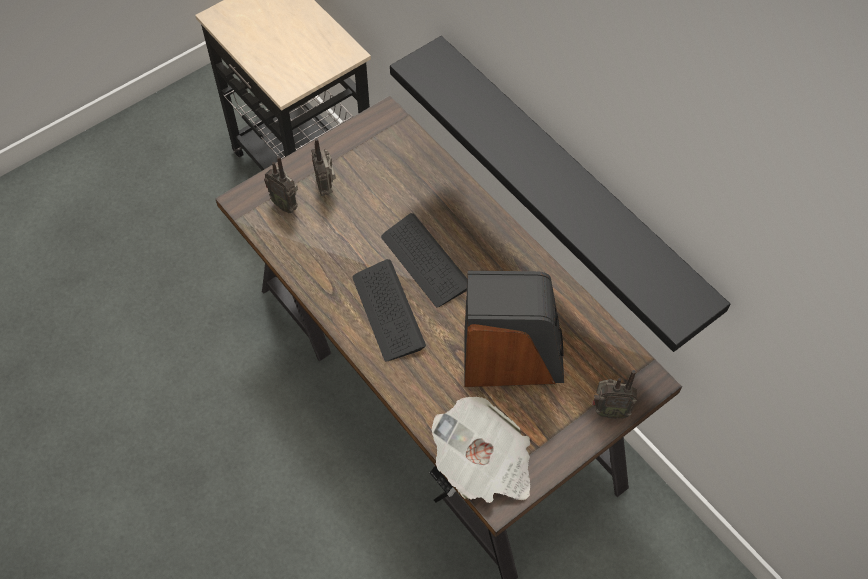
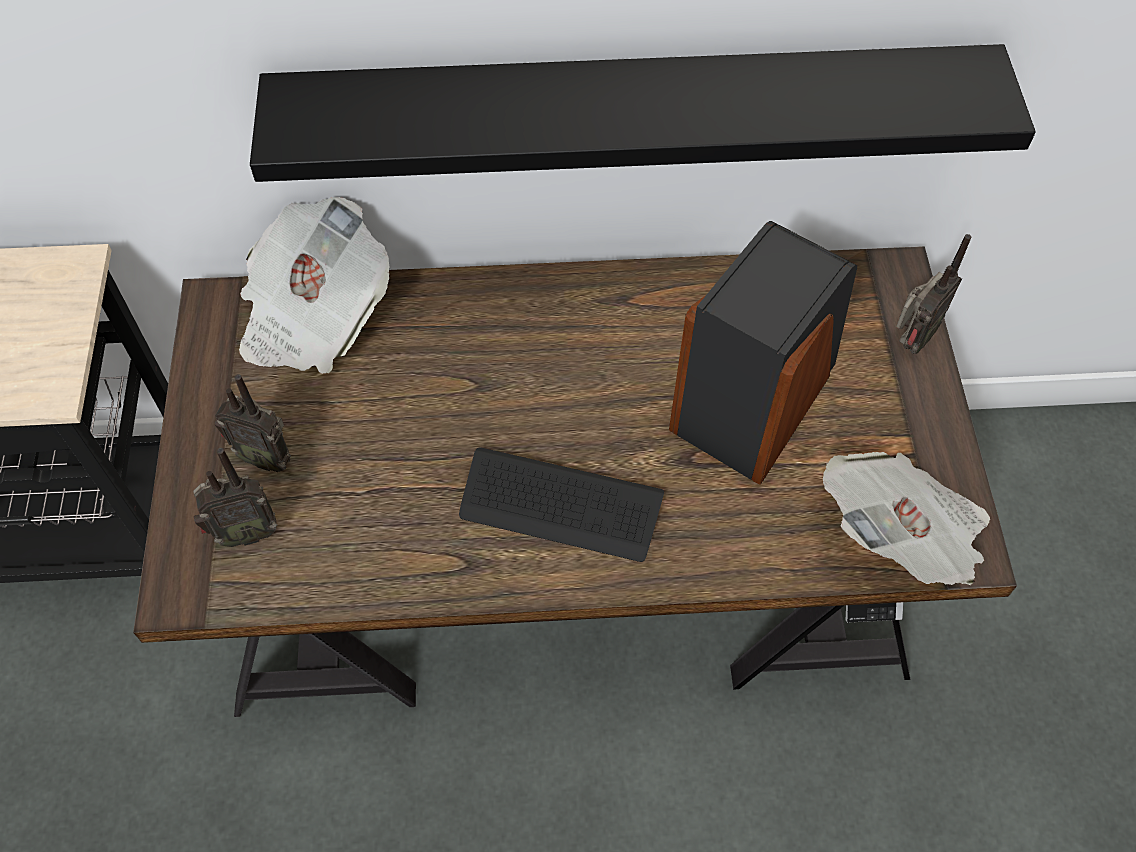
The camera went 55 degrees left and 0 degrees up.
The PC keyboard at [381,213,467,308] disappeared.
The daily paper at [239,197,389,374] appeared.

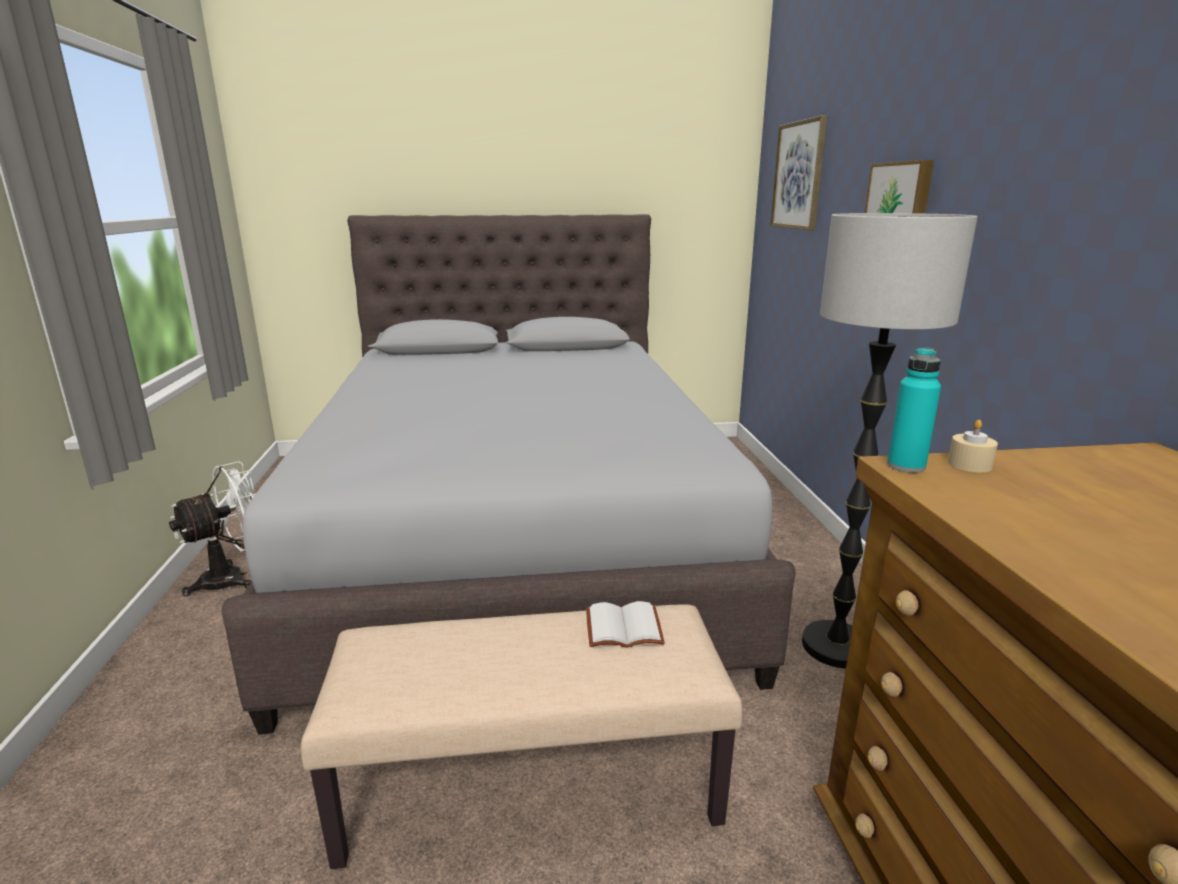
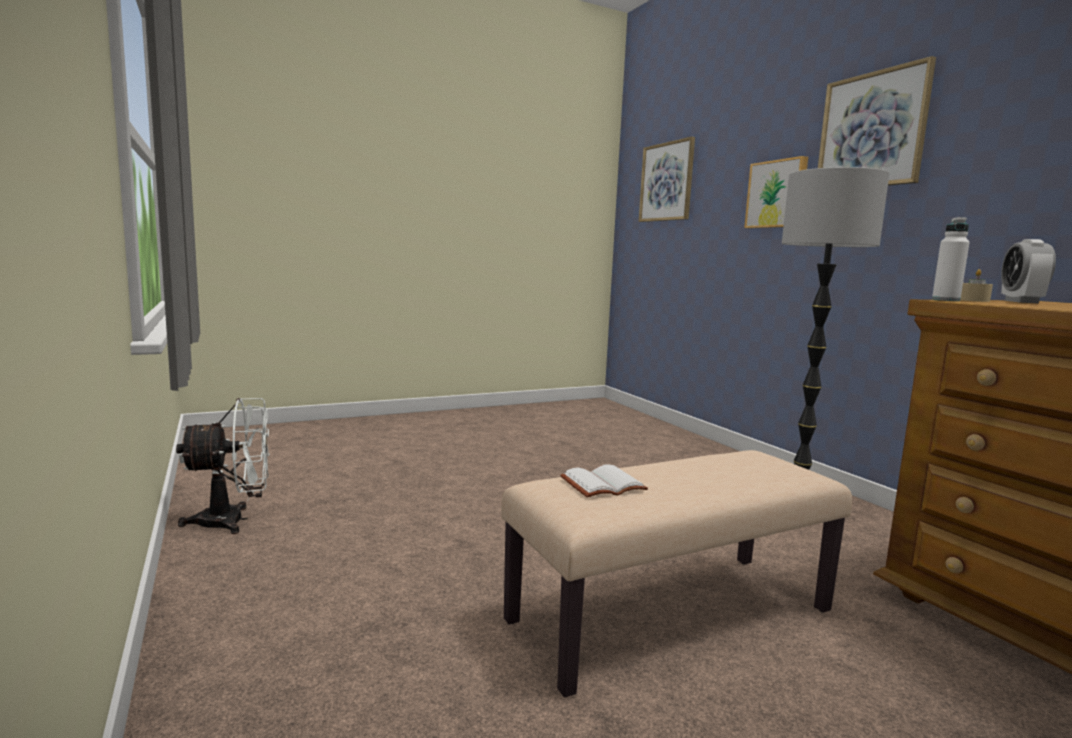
The camera went 20 degrees left and 10 degrees down.
The white-coloured fan at [169,461,255,597] turned 45 degrees clockwise.
The gray sleeping bed at [222,214,796,735] disappeared.
The white-coloured book moved from [586,601,665,648] to [560,464,648,498].
The blue-green beverage bottle at [887,347,941,473] became the white-coloured beverage bottle at [932,217,970,301].
The wall picture at [818,56,936,186] appeared.
The alarm clock at [1001,239,1056,303] appeared.

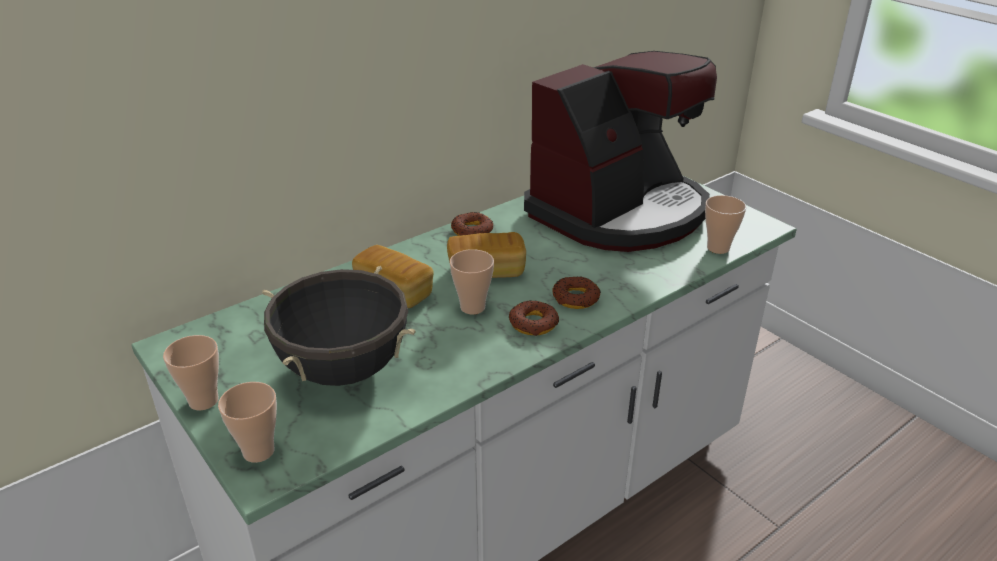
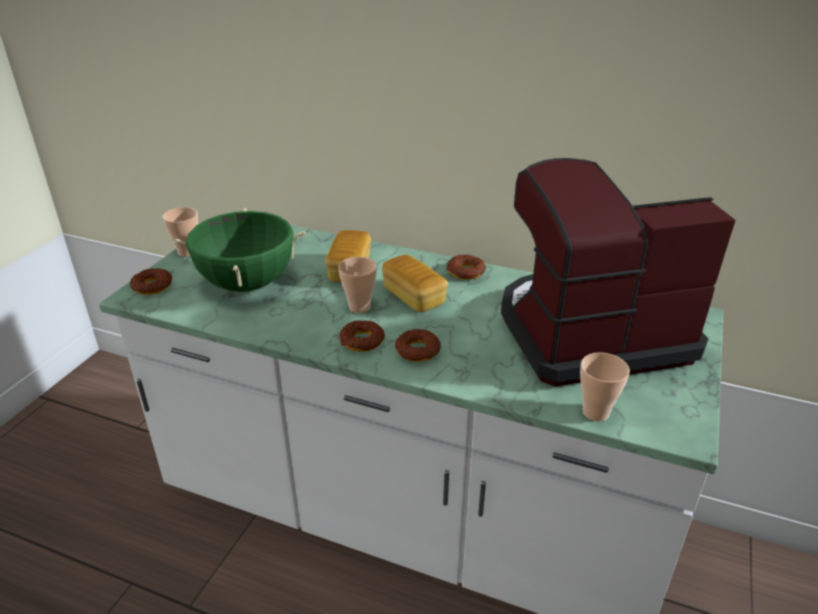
The camera went 60 degrees right and 0 degrees up.
The cup at [218,382,277,463] was replaced by the doughnut at [130,268,172,295].
The black-coloured stockpot at [262,266,416,386] became the green stockpot at [173,208,306,292].
The coffee machine at [524,51,717,252] turned 150 degrees clockwise.

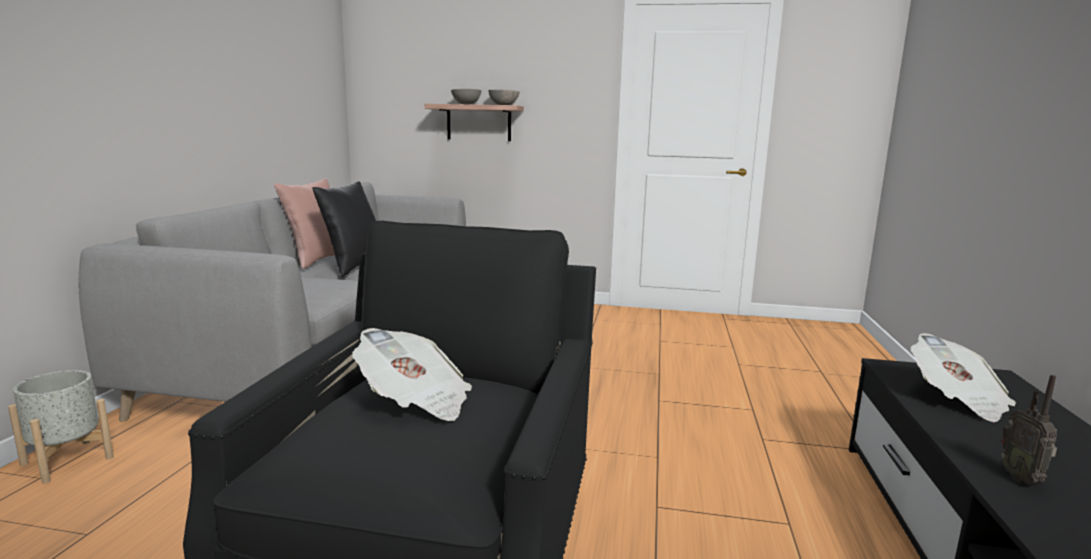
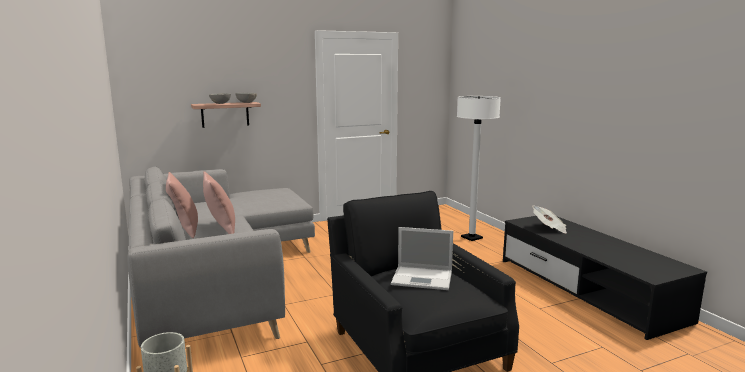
The camera went 35 degrees left and 0 degrees up.
The black-coloured pillow at [312,181,376,276] became the pinkish pillow at [203,171,235,234].
The daily paper at [352,328,472,421] was replaced by the portable computer at [391,227,453,290].
The radio at [1001,375,1057,485] disappeared.
The white-coloured standard lamp at [457,96,501,241] appeared.

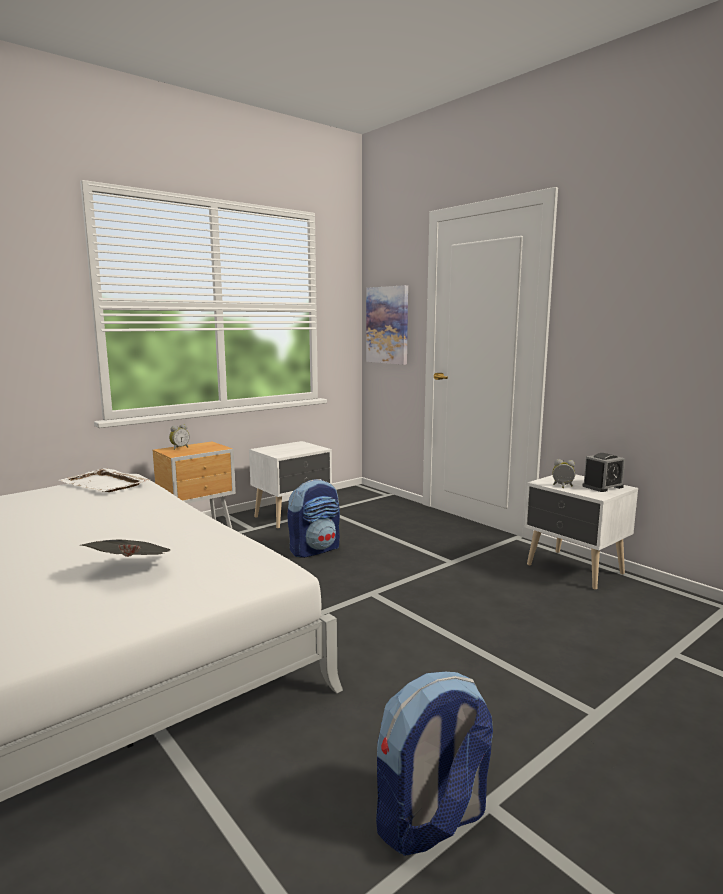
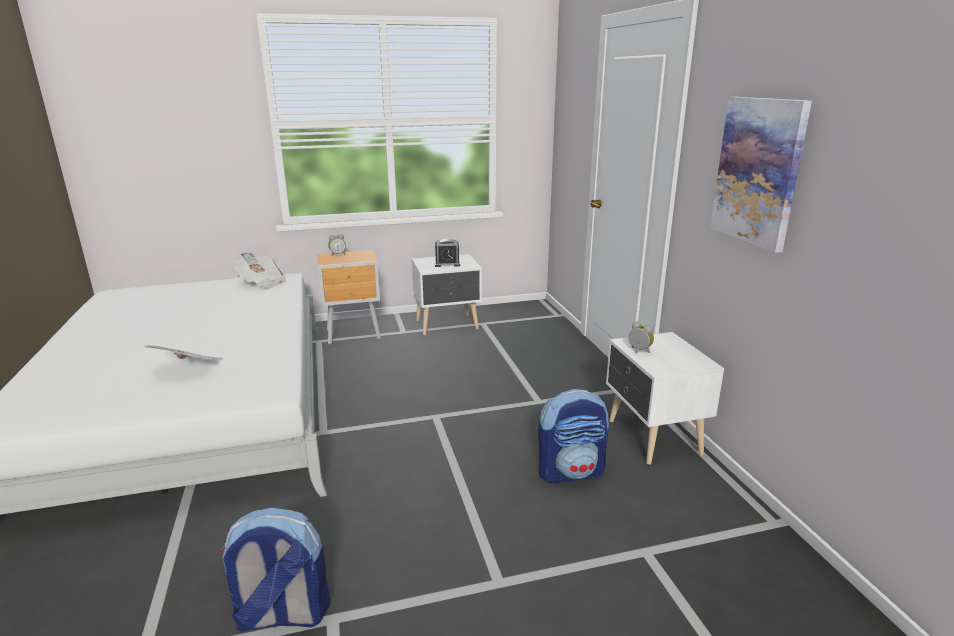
The camera went 25 degrees right and 10 degrees up.
The white-coloured serving tray at [58,468,150,492] was replaced by the daily paper at [233,252,285,289].
The backpack moved from [287,479,340,558] to [538,389,609,483].
The wall picture moved from [366,285,408,365] to [710,97,812,253].
The alarm clock moved from [583,453,625,492] to [435,239,460,267].

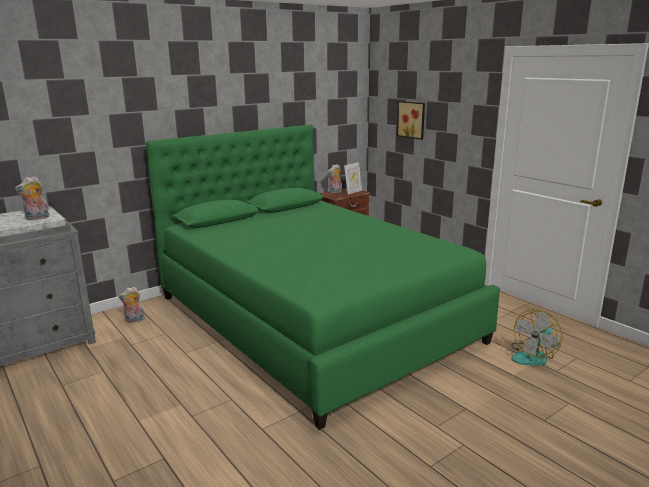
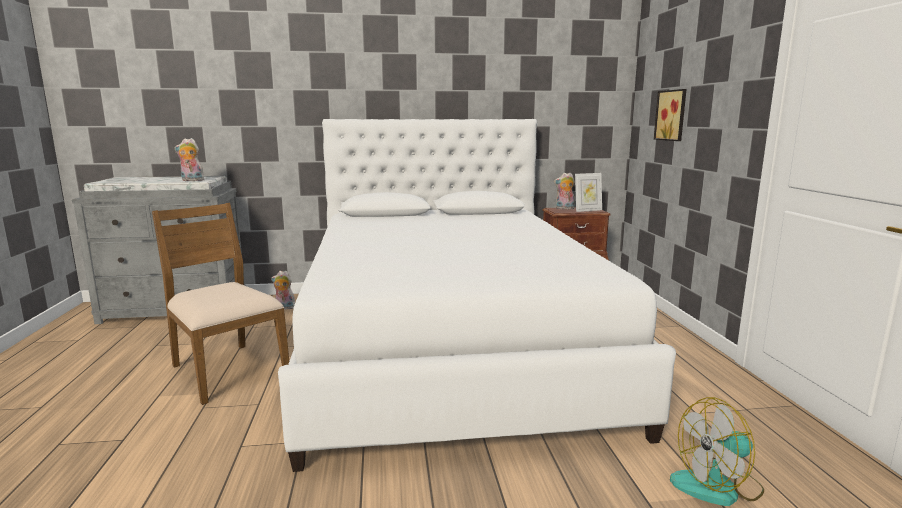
The camera went 30 degrees right and 5 degrees down.
The green sleeping bed at [145,125,500,430] became the white-coloured sleeping bed at [278,119,676,472].
The brown plain chair at [152,203,289,405] appeared.

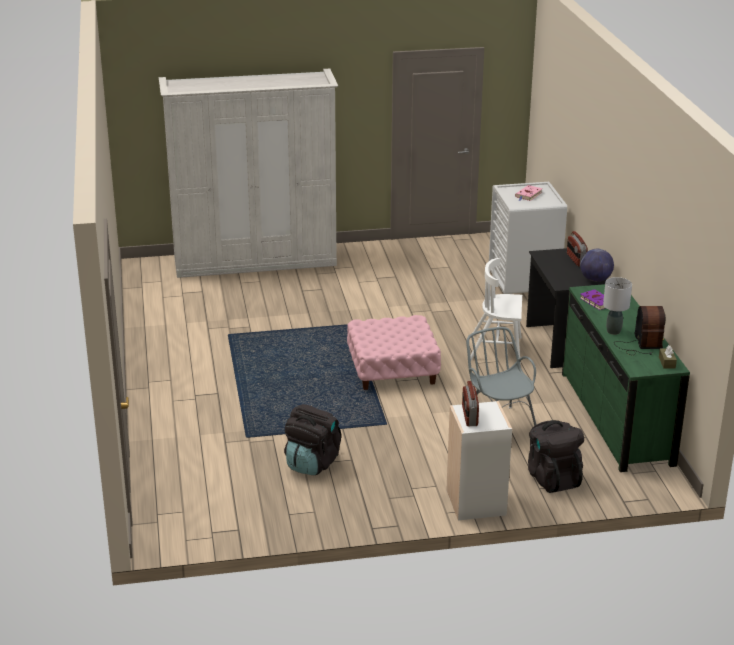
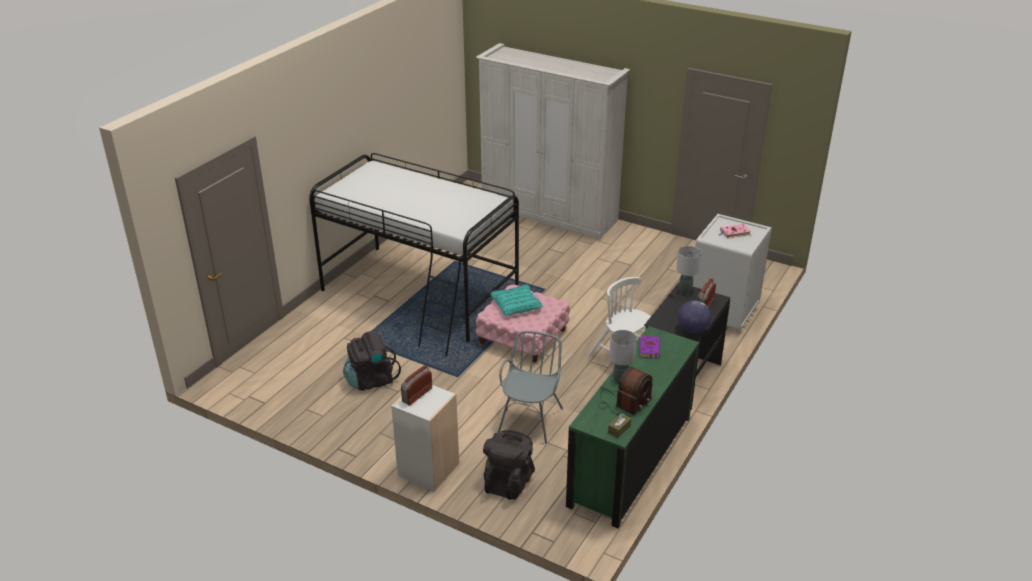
The camera went 40 degrees right and 5 degrees up.
The black-coloured sleeping bed at [309,153,519,357] appeared.
The blue-green pillow at [490,284,543,316] appeared.
The gray lamp for a table at [676,246,701,294] appeared.

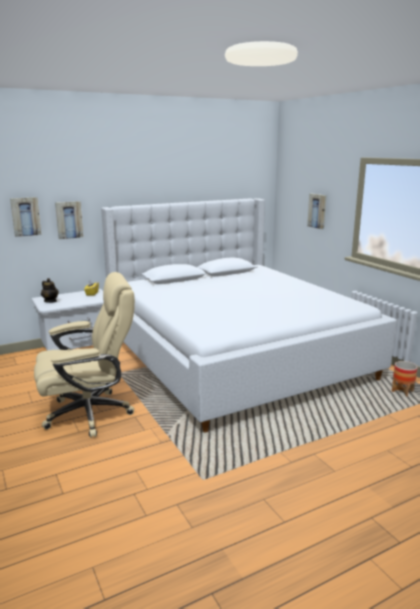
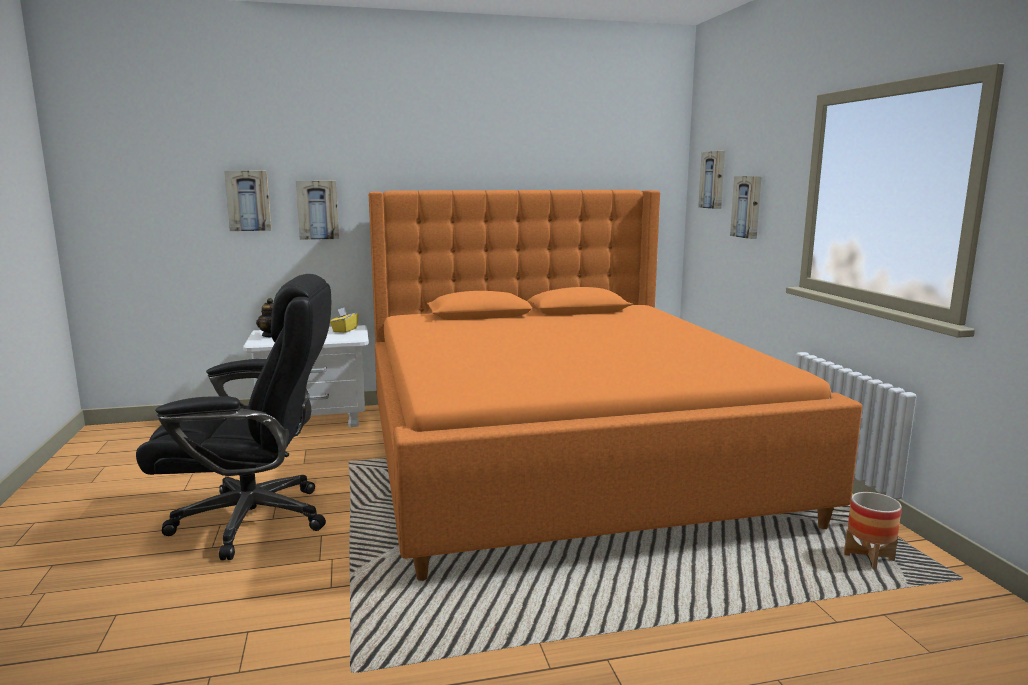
The camera went 15 degrees right and 5 degrees down.
The beige desk chair at [34,272,135,438] became the black-coloured desk chair at [136,274,331,560].
The white-coloured sleeping bed at [101,198,397,432] became the orangey sleeping bed at [369,190,862,581].
The wall picture at [698,151,725,209] appeared.

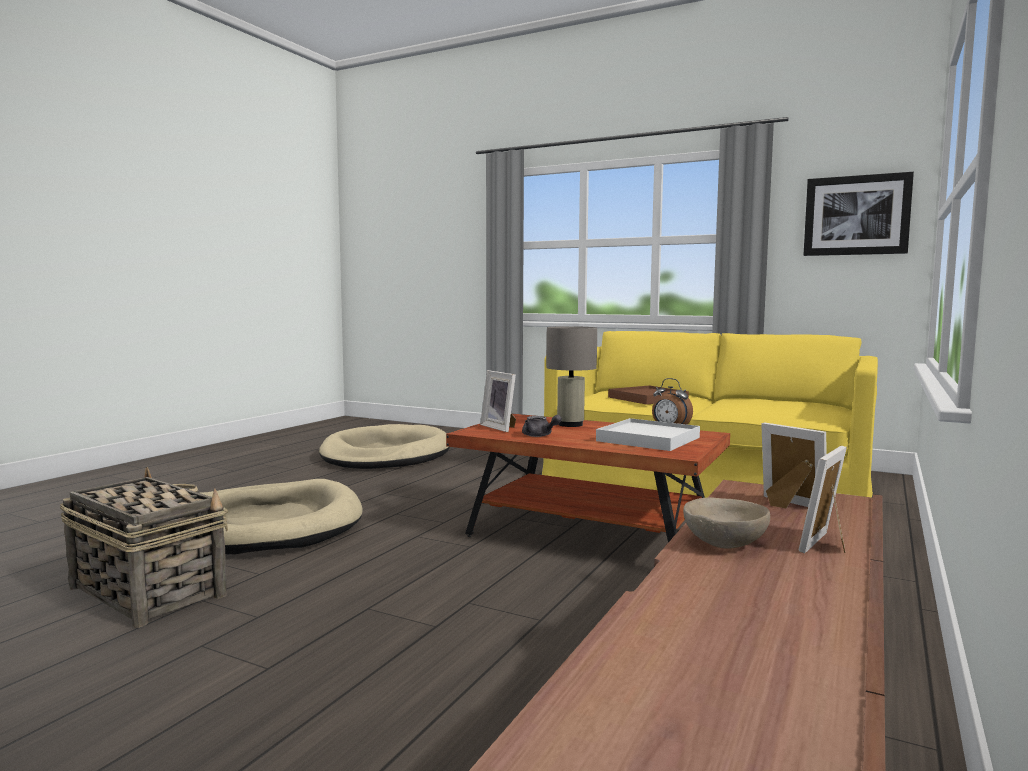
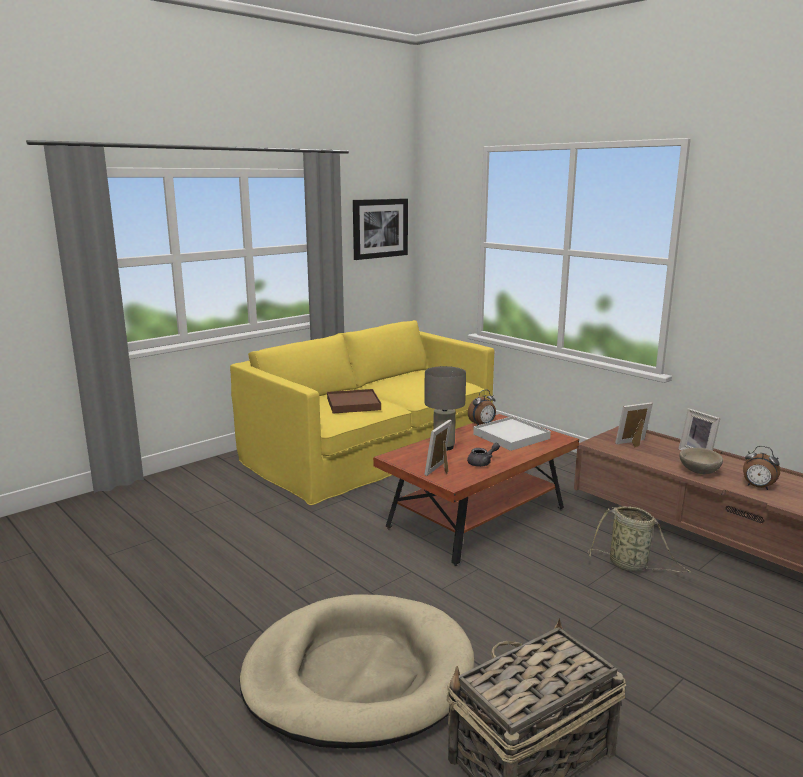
The camera went 70 degrees left and 10 degrees up.
The beige dog bed at [319,424,450,469] disappeared.
The standing frame at [480,370,516,432] turned 135 degrees clockwise.
The basket at [588,506,690,573] appeared.
The alarm clock at [743,446,780,490] appeared.

